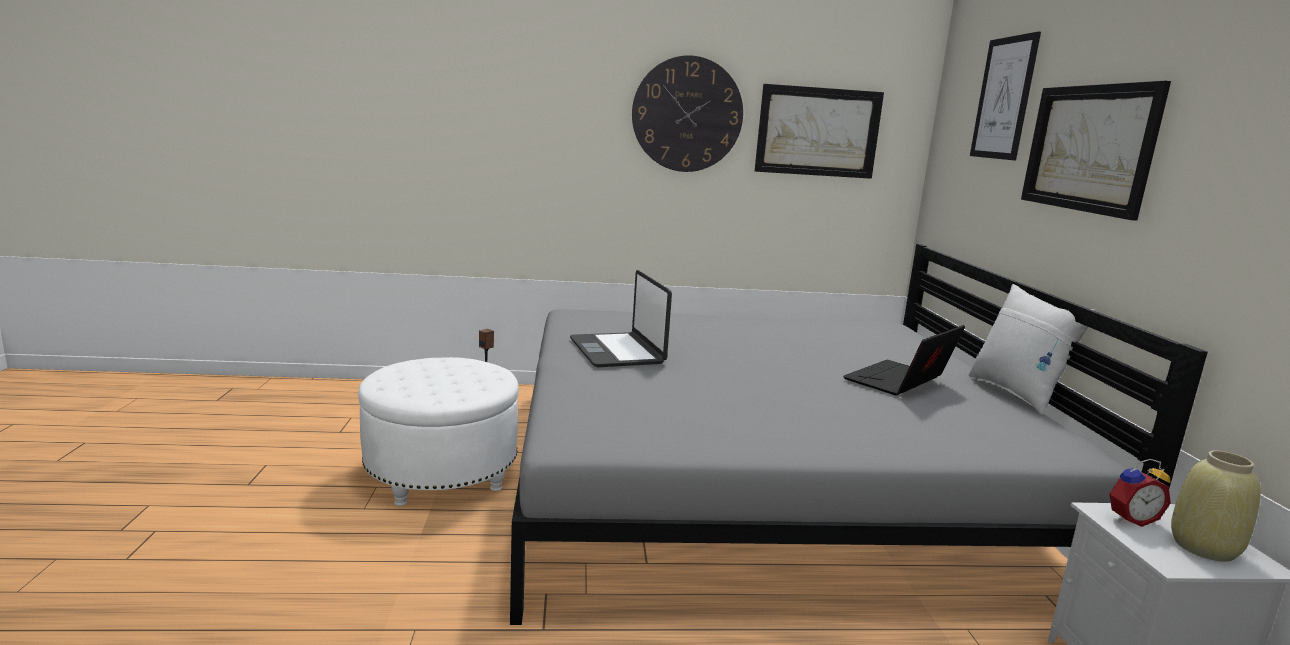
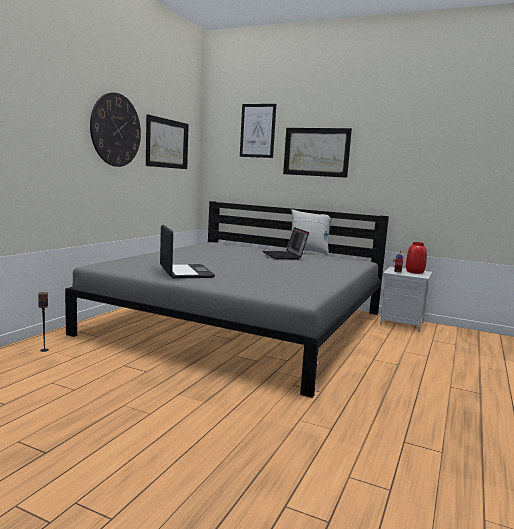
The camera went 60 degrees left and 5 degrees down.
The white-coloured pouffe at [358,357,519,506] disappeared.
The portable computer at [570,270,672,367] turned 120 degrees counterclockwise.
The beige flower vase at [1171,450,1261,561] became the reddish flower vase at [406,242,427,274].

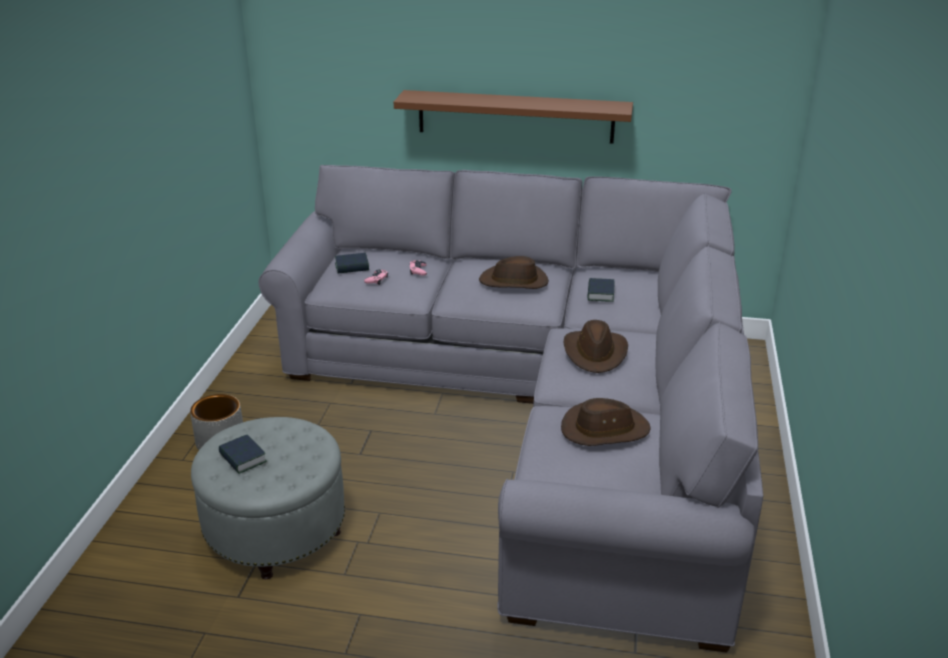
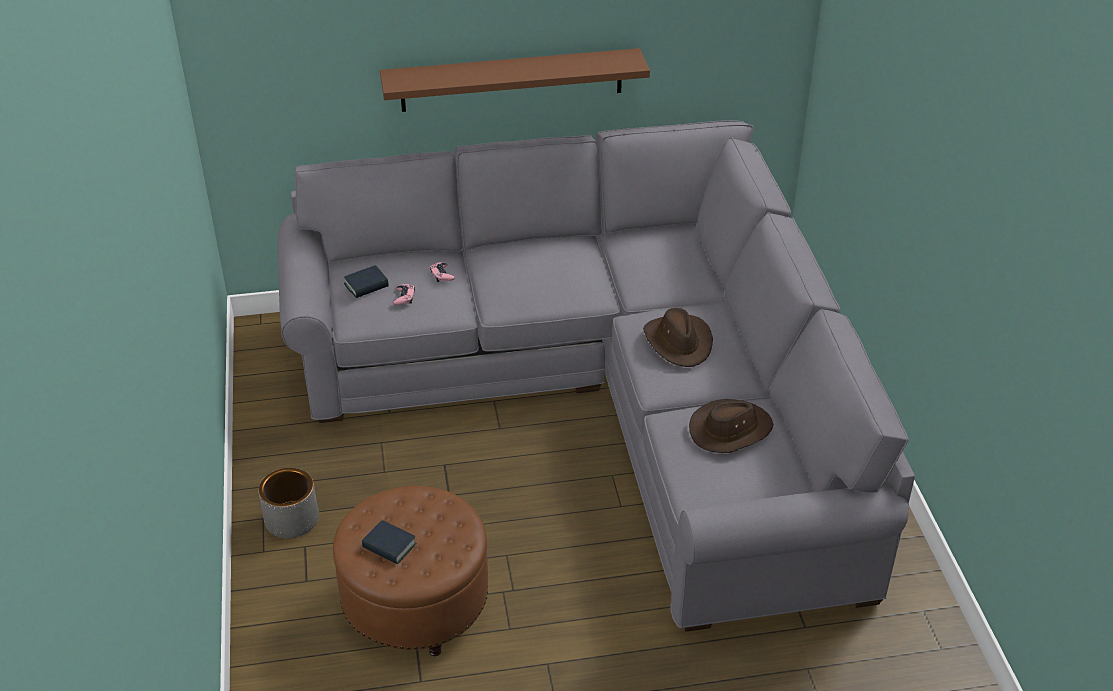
The camera went 20 degrees left and 10 degrees up.
The gray pouffe at [191,417,345,579] became the brown pouffe at [333,486,488,656].
The brown wearable hat at [479,256,549,289] disappeared.
The book at [587,278,615,302] disappeared.

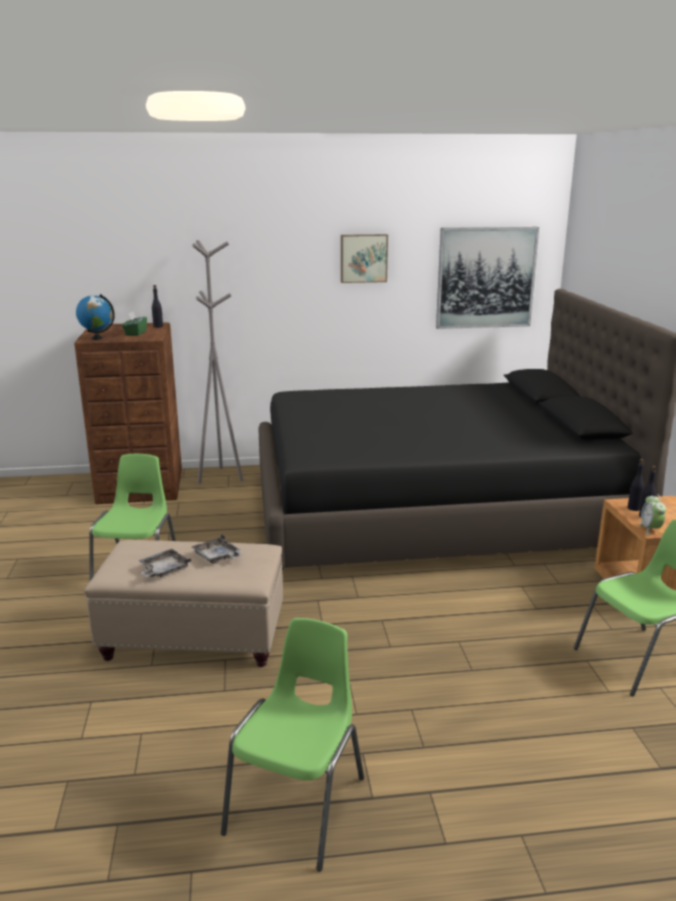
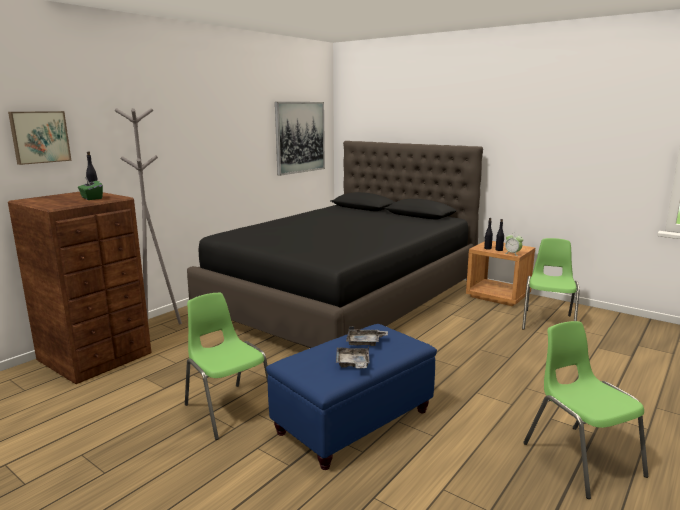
The camera went 45 degrees left and 5 degrees down.
The world globe at [76,294,115,340] disappeared.
The beige pouffe at [84,540,283,667] became the blue-coloured pouffe at [266,324,437,470].
The wall picture moved from [341,234,388,283] to [8,111,71,165].

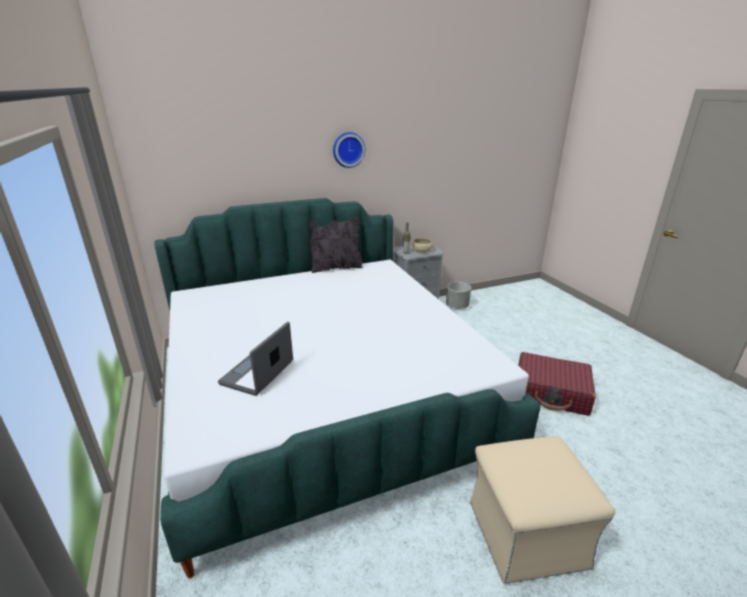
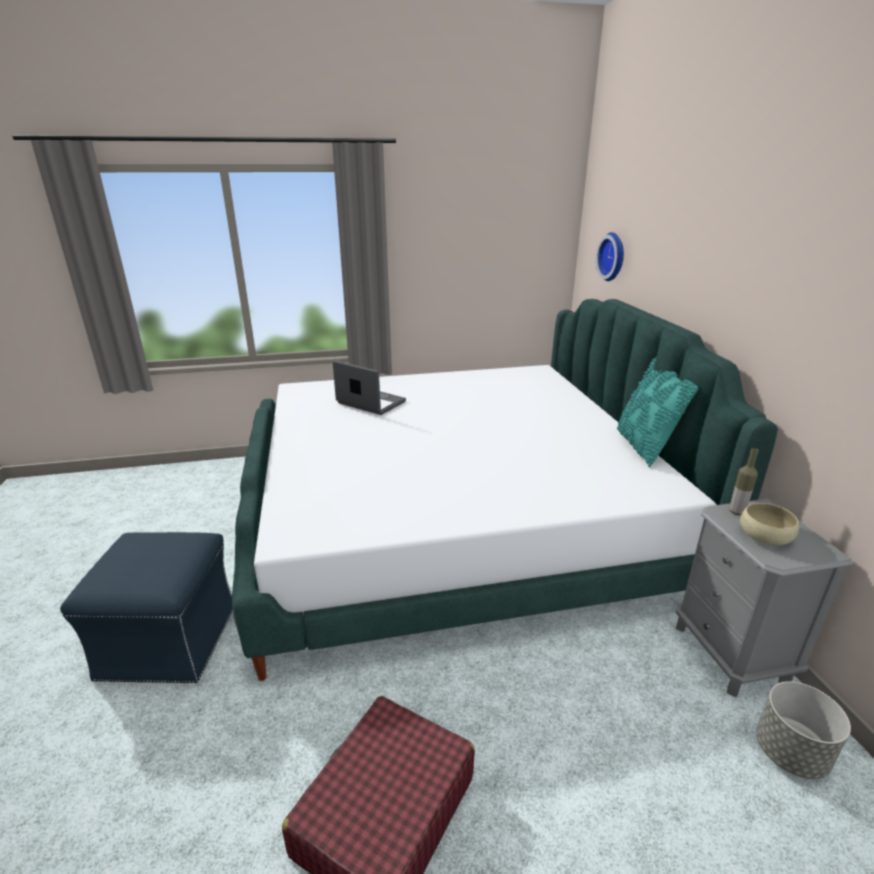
The camera went 100 degrees right and 0 degrees up.
The black-coloured pillow at [310,218,362,273] became the blue-green pillow at [617,357,698,467].
The hanging clock moved from [333,132,365,168] to [596,232,624,281].
The beige pouffe at [470,436,615,584] became the blue-coloured pouffe at [60,532,233,683].

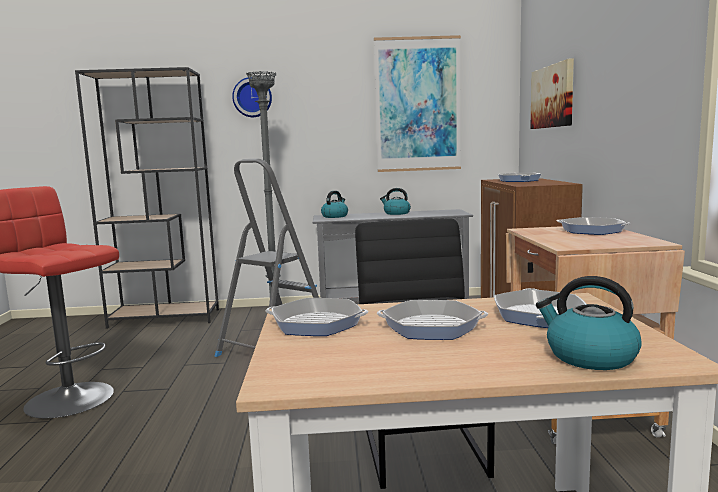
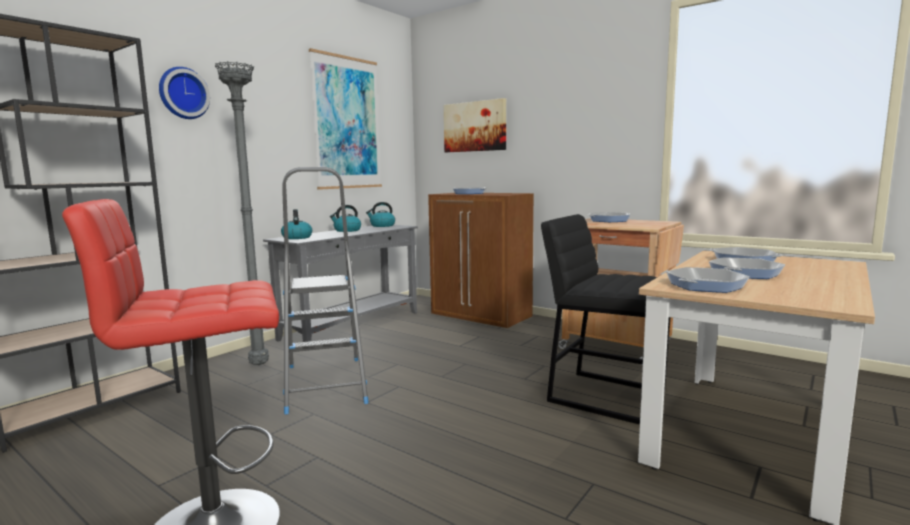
The camera went 50 degrees left and 0 degrees up.
The water kettle moved from [536,276,642,370] to [366,202,395,227].

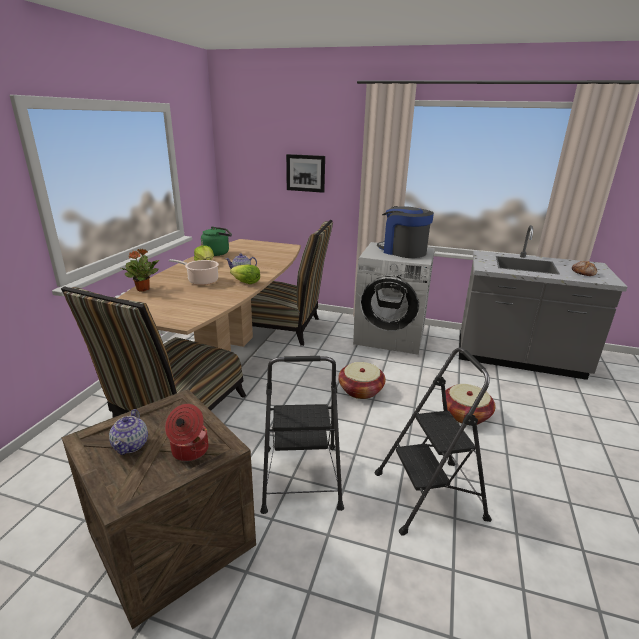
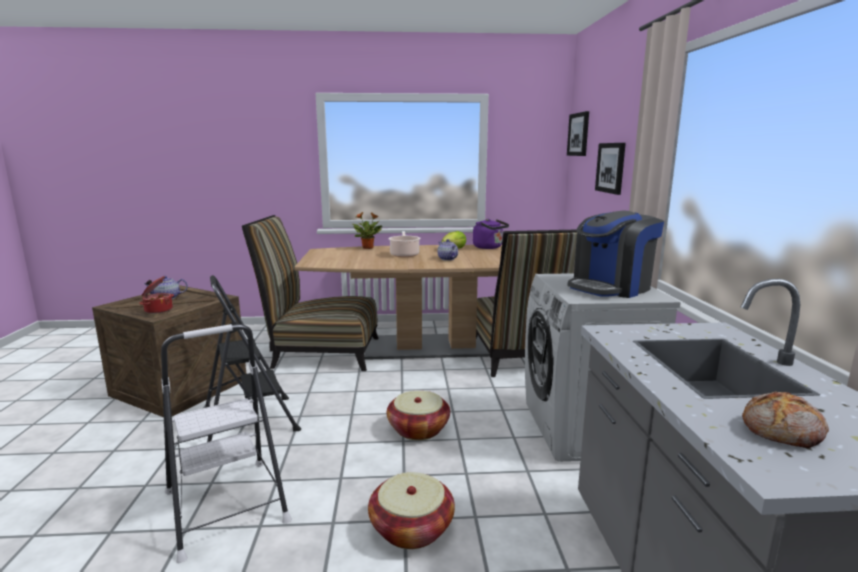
The camera went 70 degrees right and 10 degrees down.
The green water kettle at [201,227,232,256] became the purple water kettle at [473,219,509,249].
The lettuce head at [230,264,260,284] disappeared.
The black-coloured step ladder at [375,348,492,536] became the white-coloured step ladder at [161,324,292,563].
The coffee machine at [377,206,434,258] turned 150 degrees counterclockwise.
The wall picture at [567,111,589,156] appeared.

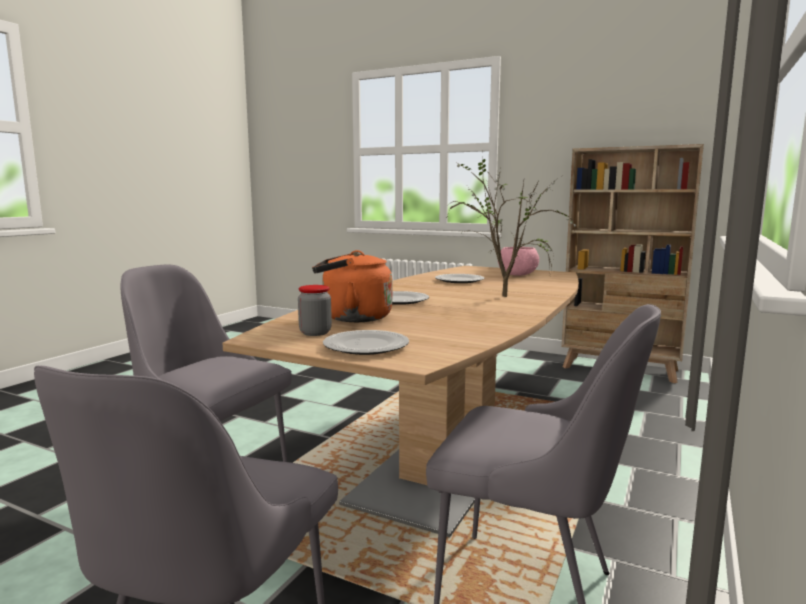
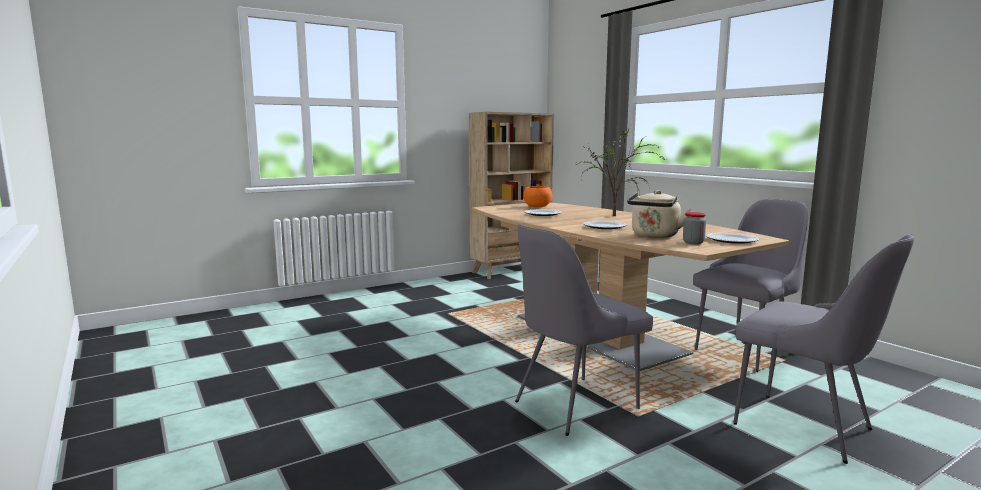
The camera went 60 degrees left and 0 degrees up.
The orangey water kettle at [312,250,393,322] became the beige water kettle at [627,190,691,238].
The pinkish deep dish at [498,247,539,276] became the orangey deep dish at [523,186,553,207].

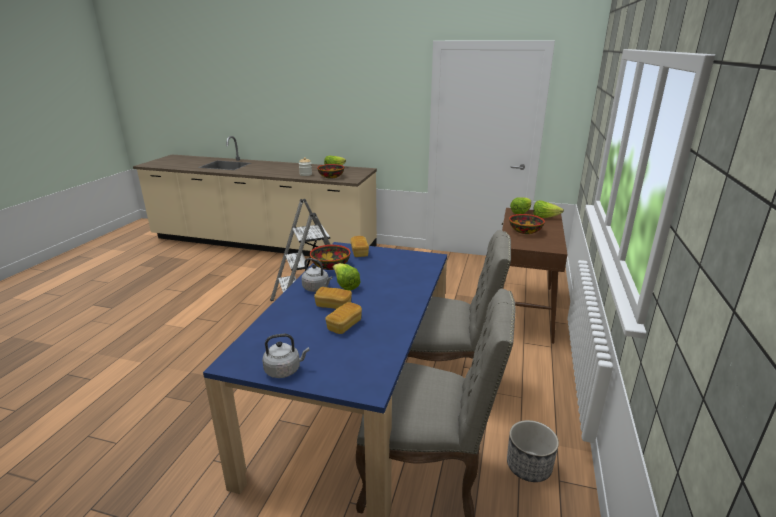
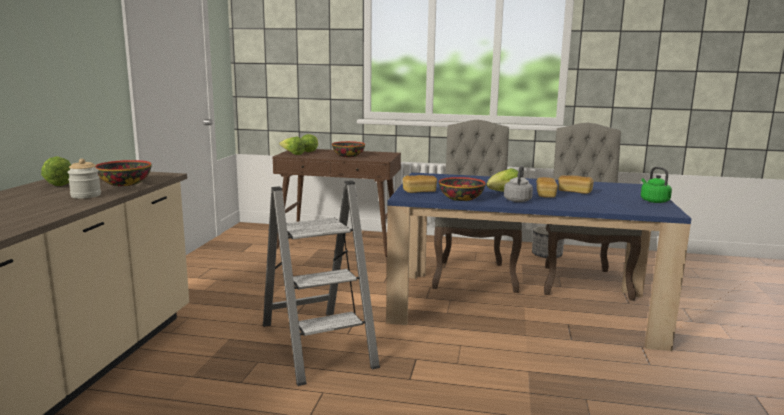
The camera went 95 degrees left and 10 degrees down.
The gray water kettle at [262,334,310,378] became the green water kettle at [641,167,672,203].

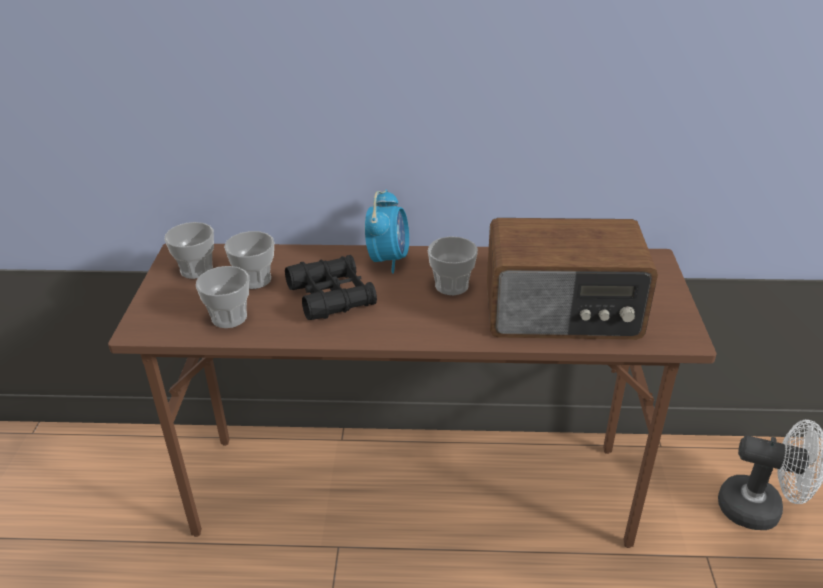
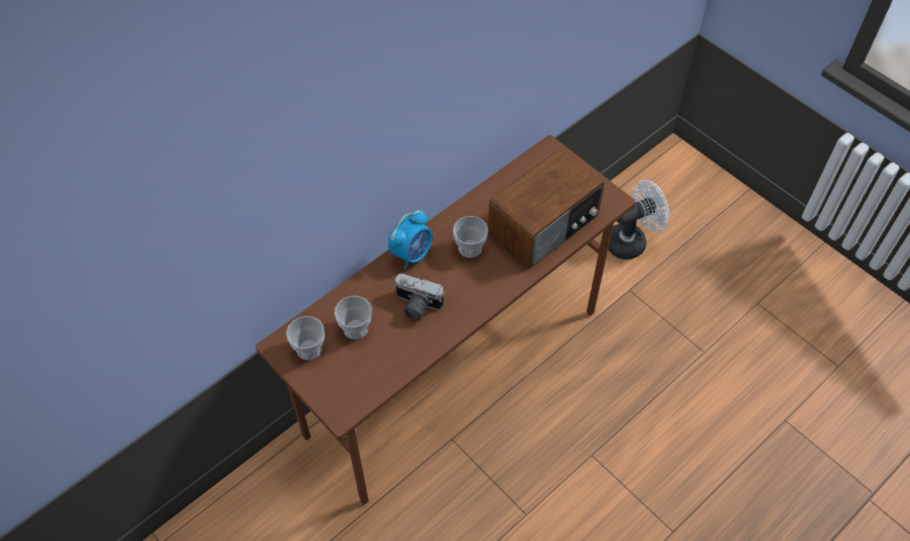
The camera went 45 degrees left and 20 degrees up.
The cup at [196,266,249,328] disappeared.
The black-coloured binoculars at [285,255,377,320] was replaced by the photo camera at [393,274,444,320].
The alarm clock at [365,190,409,274] turned 75 degrees clockwise.

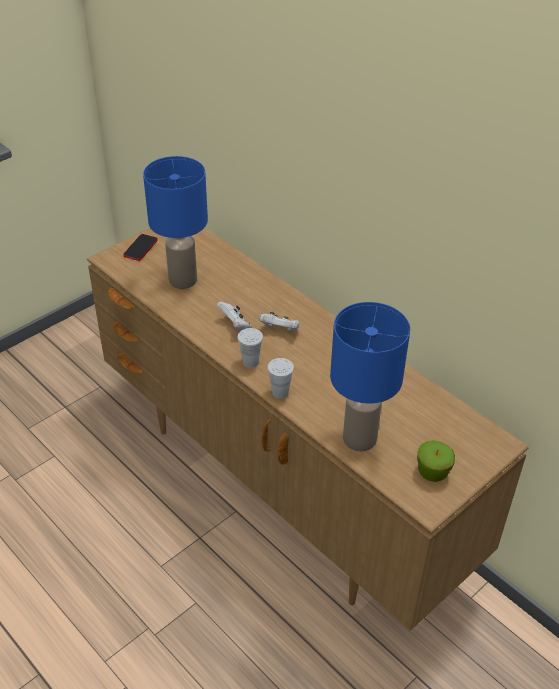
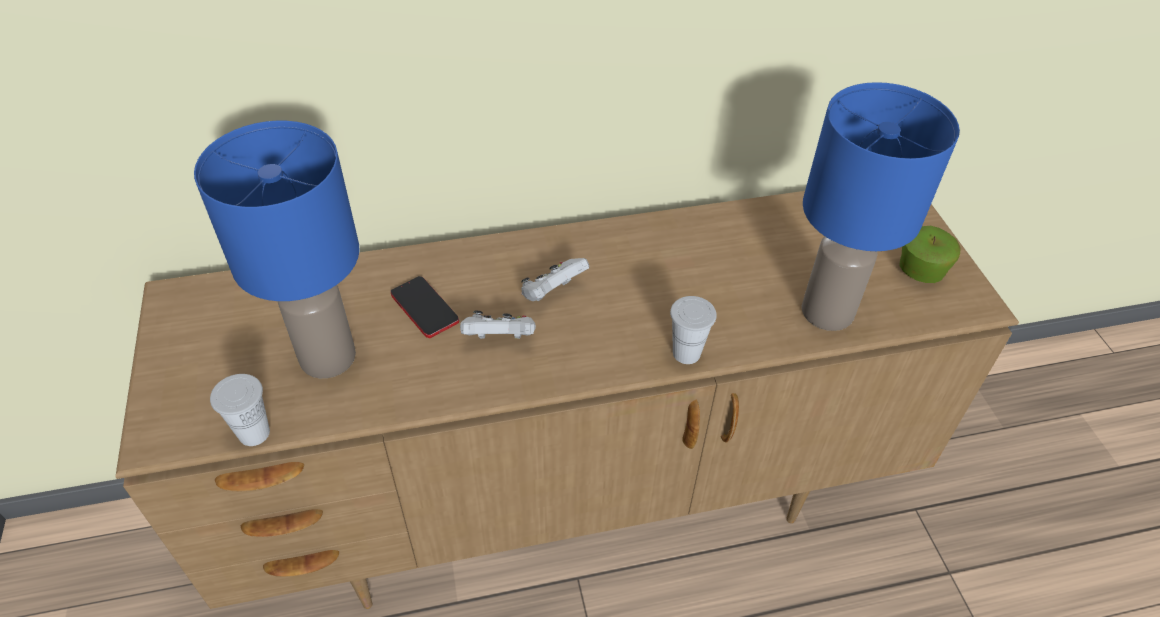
The camera went 60 degrees left and 5 degrees up.
The phone moved from [123,234,158,261] to [391,276,459,338].
The white-coloured cup moved from [237,328,263,368] to [210,374,270,446].

